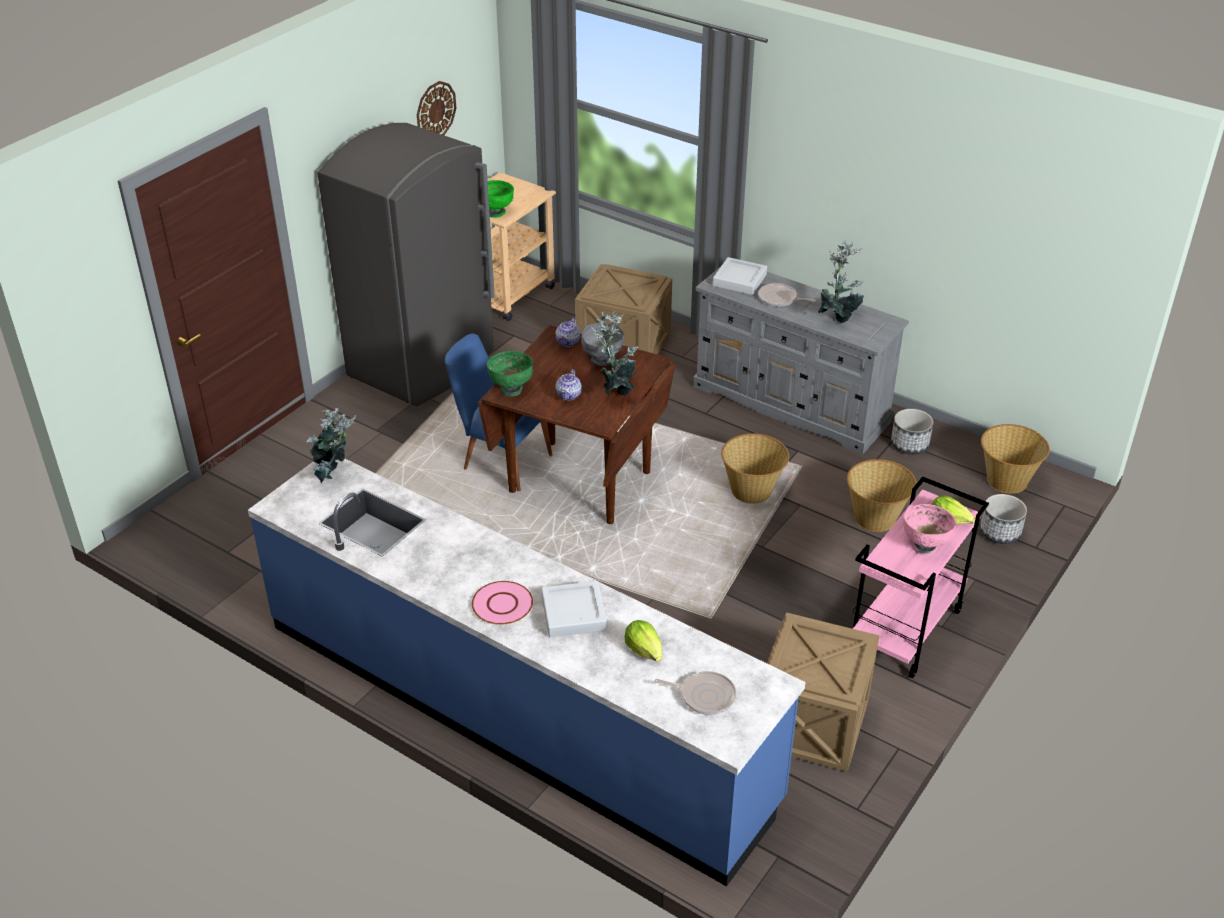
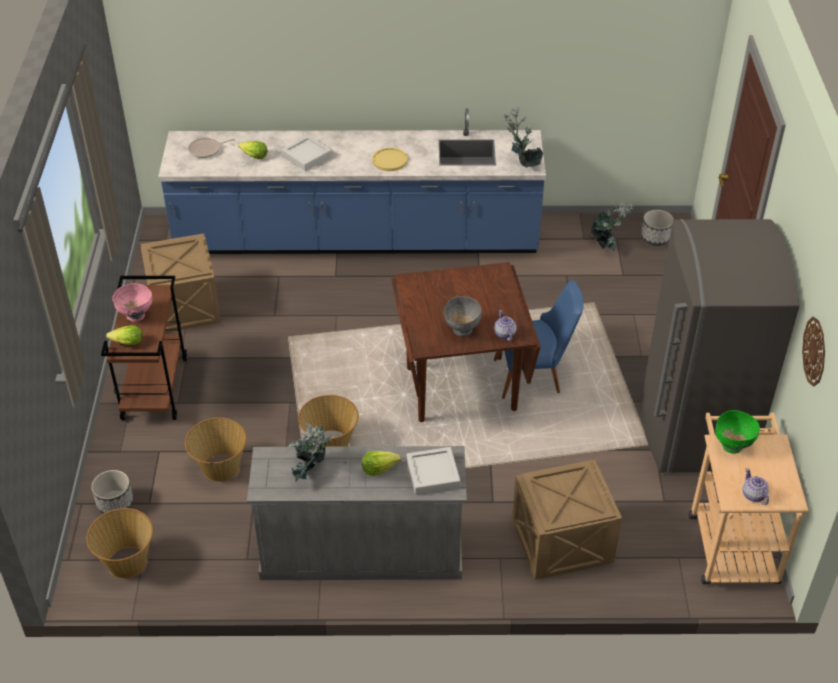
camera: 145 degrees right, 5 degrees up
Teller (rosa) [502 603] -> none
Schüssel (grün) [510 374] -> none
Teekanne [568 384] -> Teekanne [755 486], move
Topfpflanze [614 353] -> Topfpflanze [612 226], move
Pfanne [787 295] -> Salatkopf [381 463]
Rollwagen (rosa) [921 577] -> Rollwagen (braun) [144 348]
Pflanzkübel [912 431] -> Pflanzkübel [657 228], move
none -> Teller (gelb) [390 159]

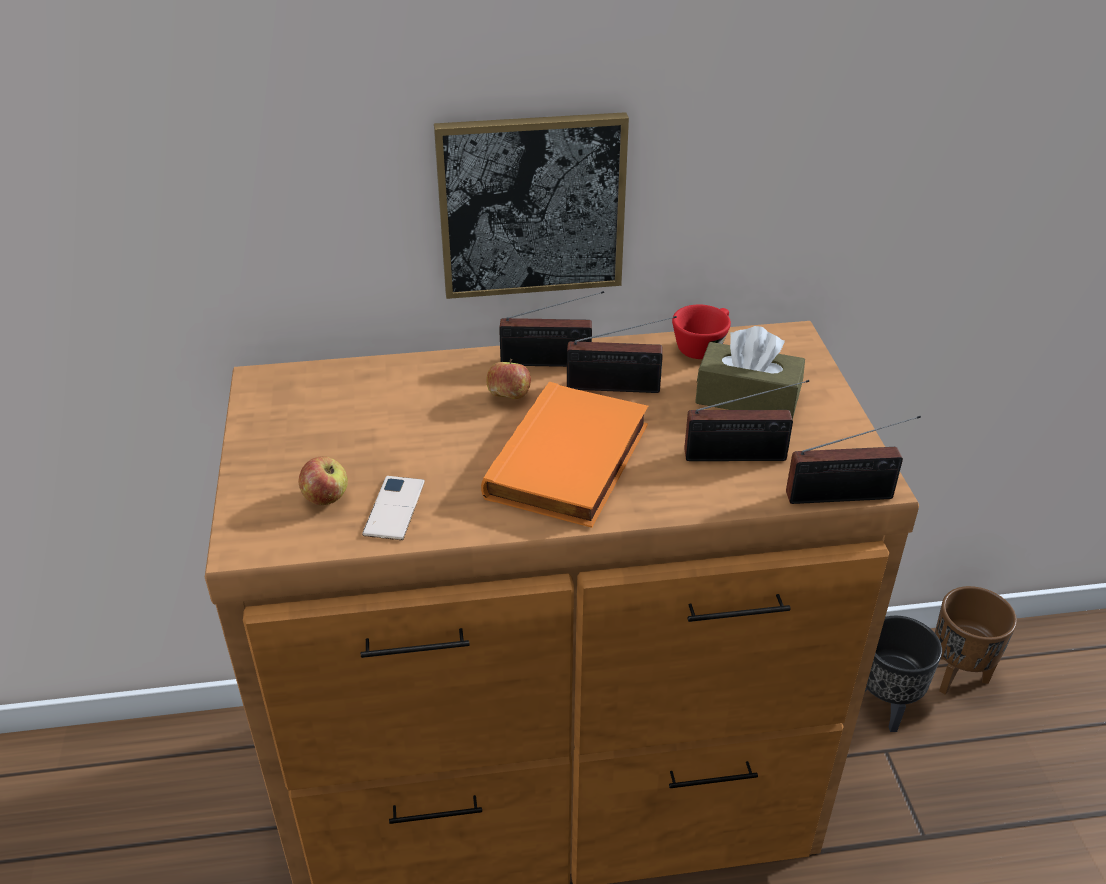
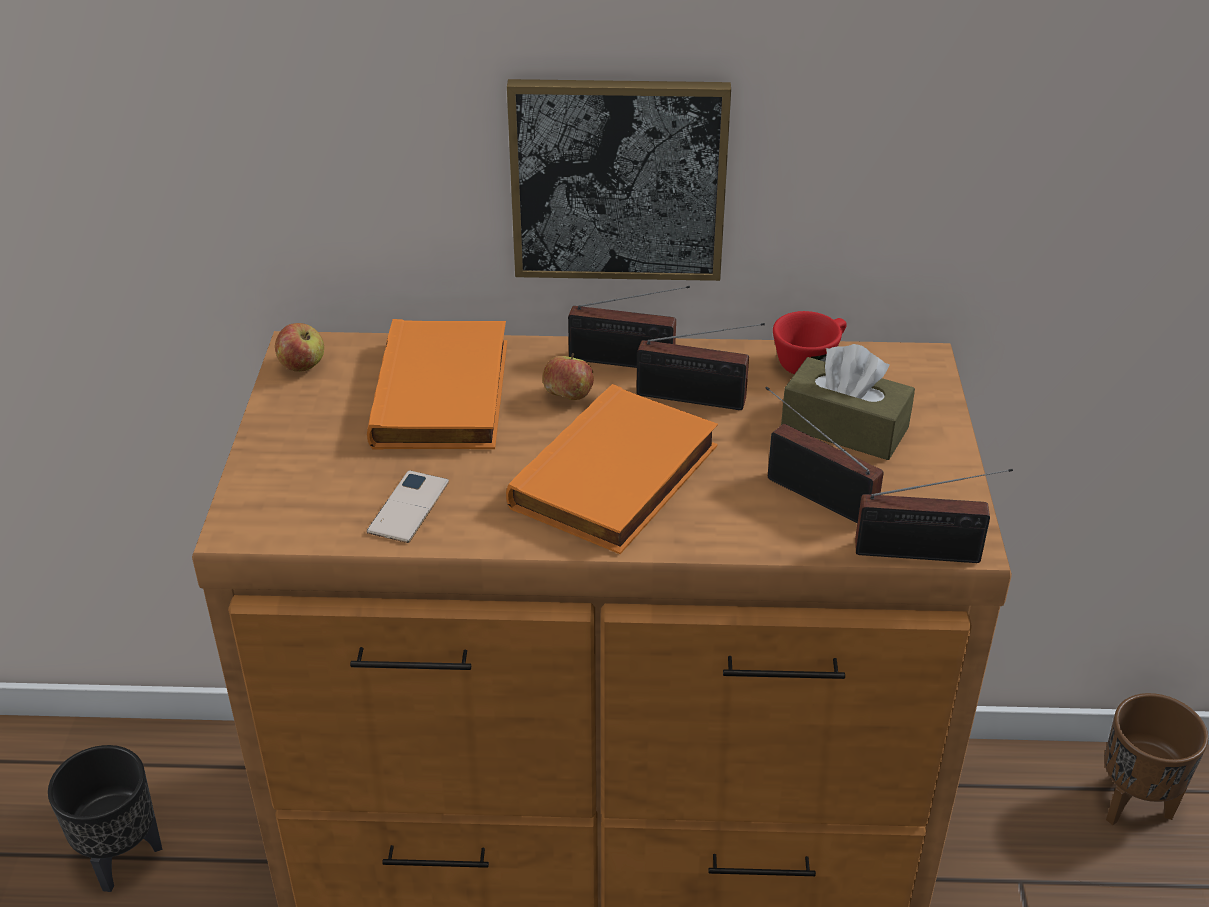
camera: 10 degrees right, 0 degrees up
Apfel [323 480] -> Apfel [299 347], move
Radio [746 420] -> Radio [825 455], 150 degrees counterclockwise
Pflanzkübel (schwarz) [903 674] -> Pflanzkübel (schwarz) [105 818], move
none -> Buch (orange) [437 384]

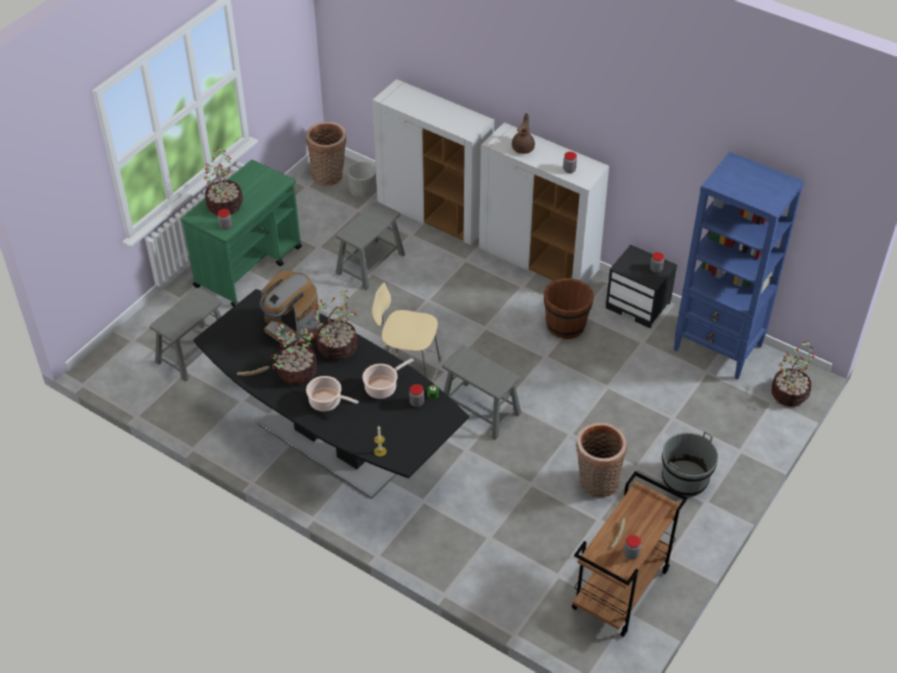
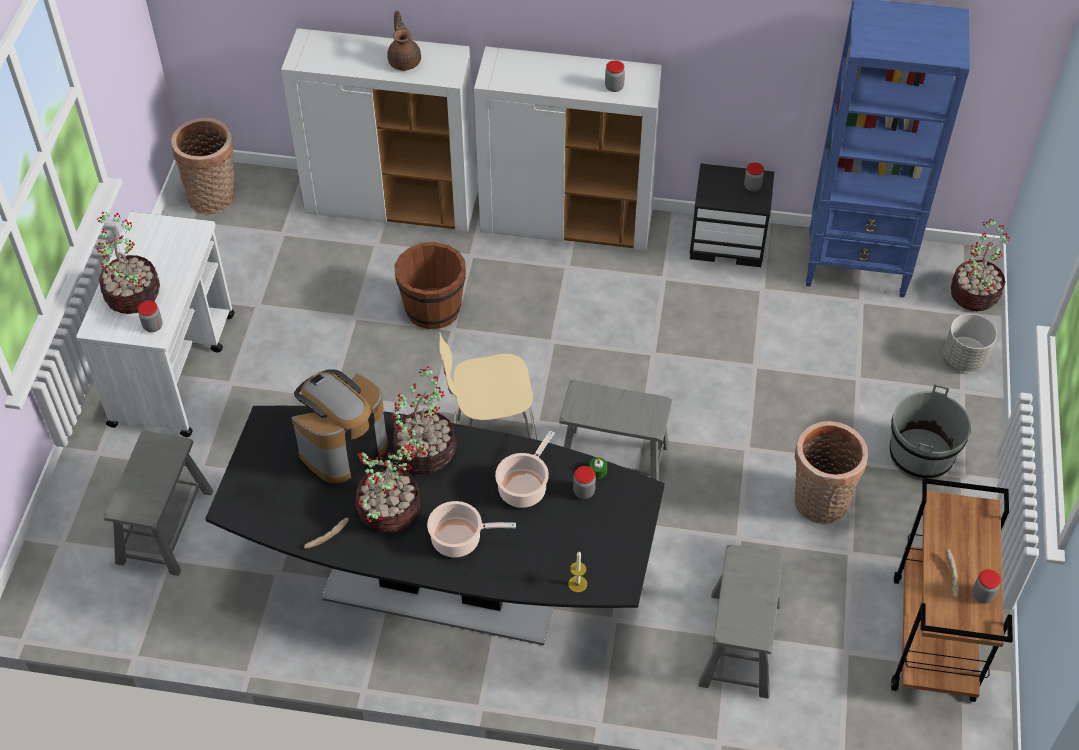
camera: 25 degrees left, 5 degrees up
Rollwagen (grün) [241 233] -> Rollwagen (weiß) [155 324]
Kaffeemaschine [290 308] -> Kaffeemaschine [339 426], 120 degrees clockwise
Hocker (grau) [370 245] -> Hocker (grau) [740 622], move
Pflanzkübel (grau) [362 179] -> Pflanzkübel (grau) [970 343], move
Teekanne (braun) [523 133] -> Teekanne (braun) [404 40], move
Eimer (braun) [569 308] -> Eimer (braun) [430 285], move

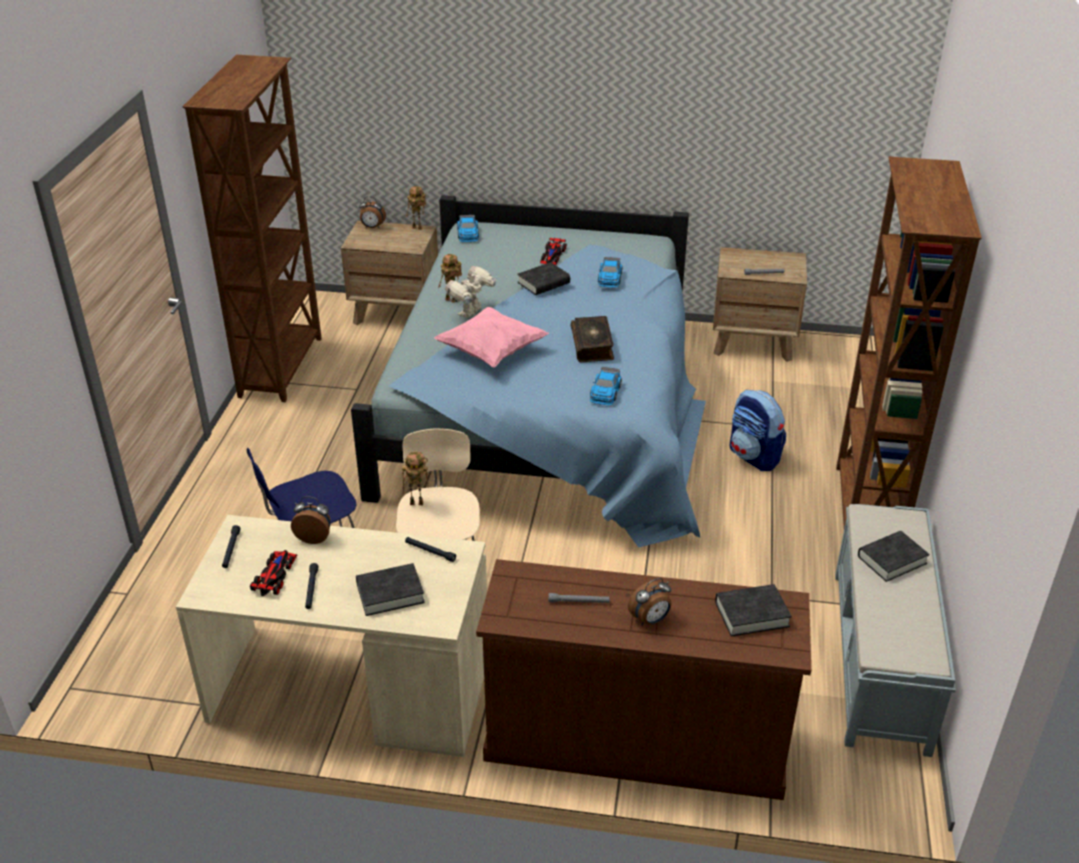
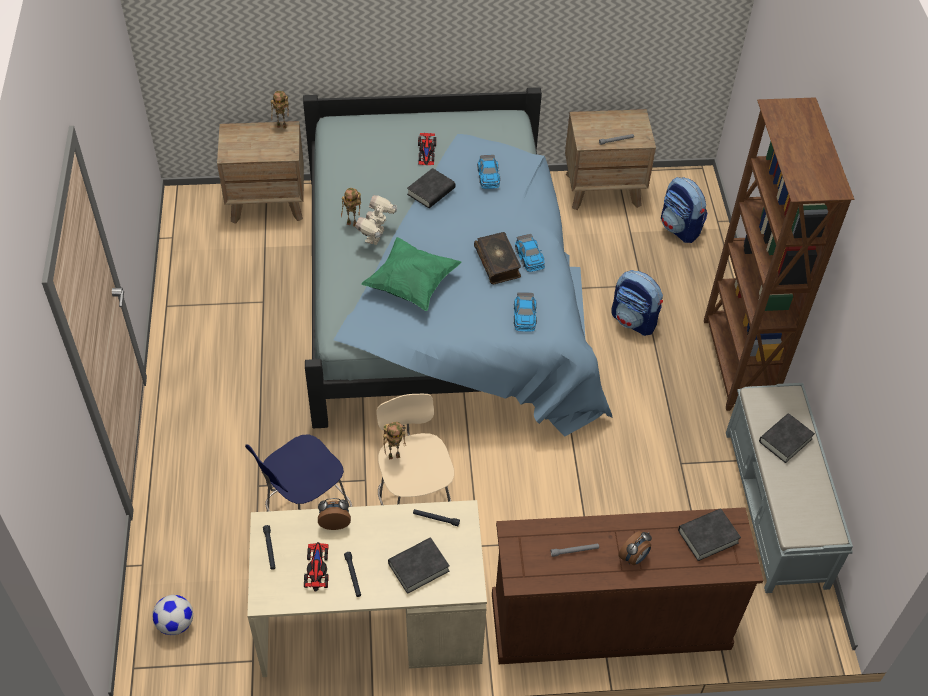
camera: 15 degrees left, 15 degrees up
Bücherregal (braun) [252 228] -> none
Wecker [372 212] -> none
Kissen (rosa) [491 337] -> Kissen (grün) [411 274]
Spielzeugauto [468 228] -> Spielzeugauto [530 253], move
none -> Fußball [172 615]
none -> Rucksack [684 210]

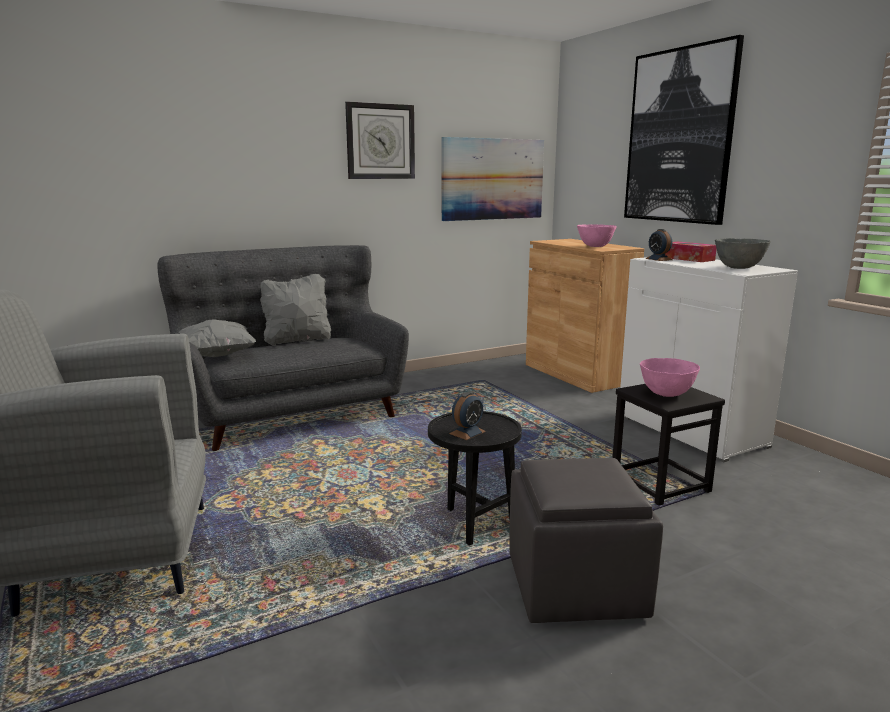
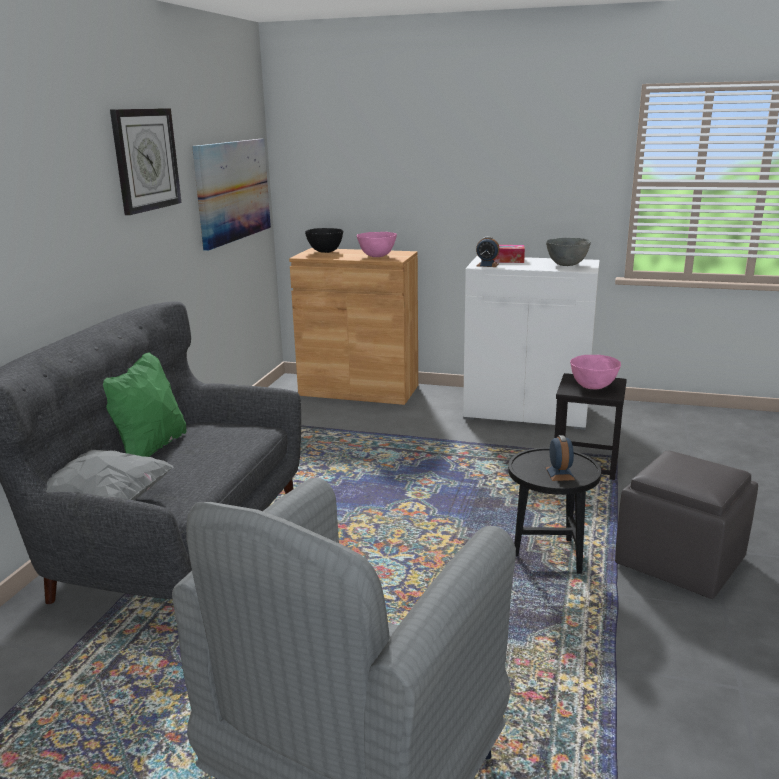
camera: 45 degrees left, 5 degrees up
Kissen (grau) [295 310] -> Kissen (grün) [144 404]
Bild [684 130] -> none
none -> Schüssel (schwarz) [324 240]

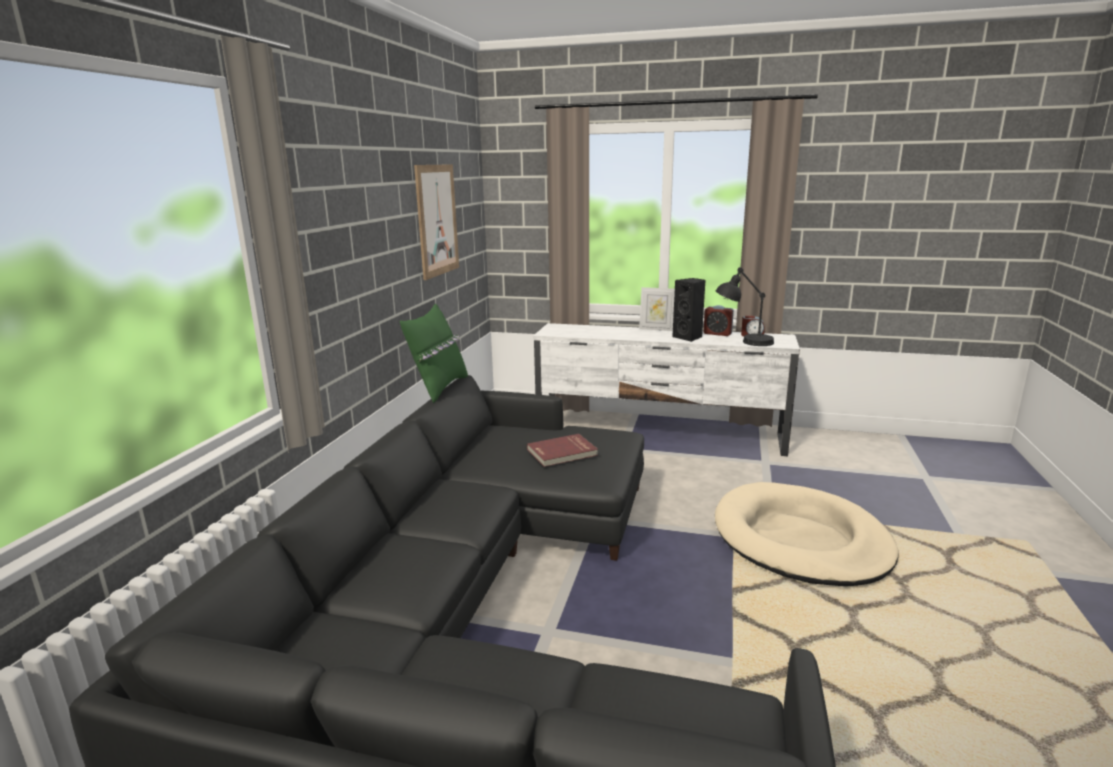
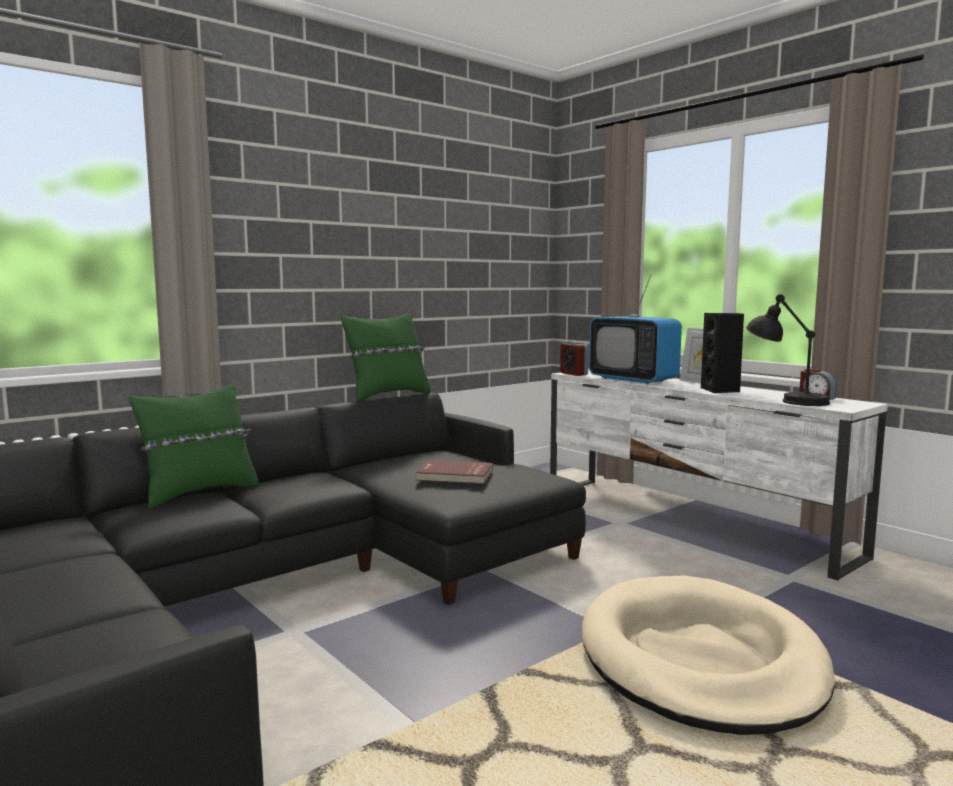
camera: 35 degrees right, 10 degrees down
Bild [436 222] -> none
Wecker [719 320] -> Wecker [574 358], move
none -> Kissen (grün) [193 447]
none -> Fernseher [635 329]

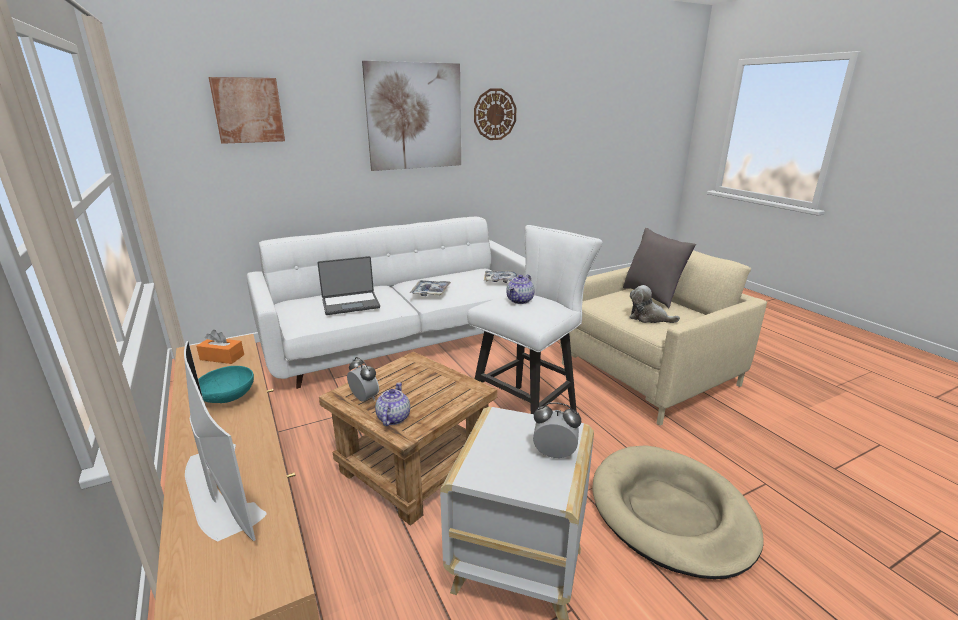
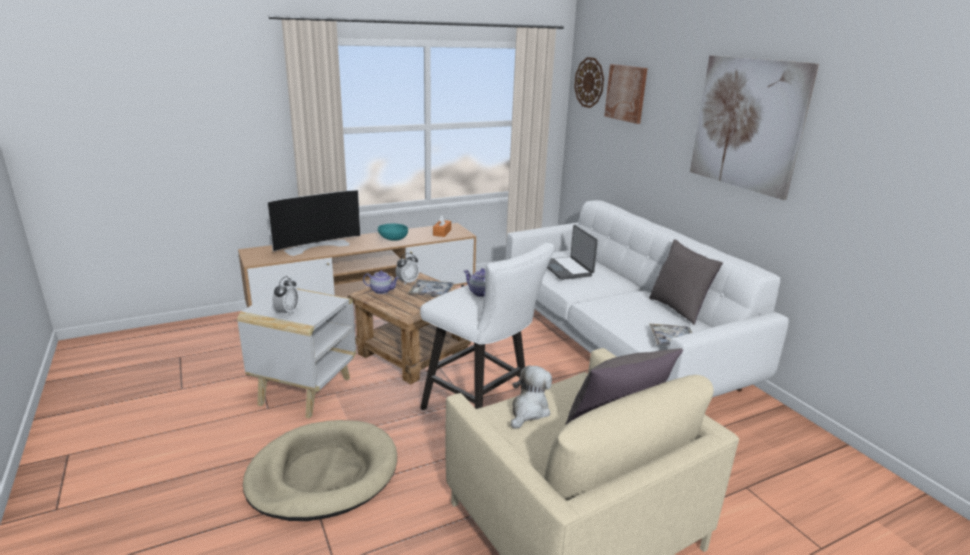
camera: 90 degrees right, 0 degrees up
Tablett [430 288] -> Tablett [431 288], move
Wanduhr [495 114] -> Wanduhr [589 82], move
none -> Kissen (grau) [686 282]

